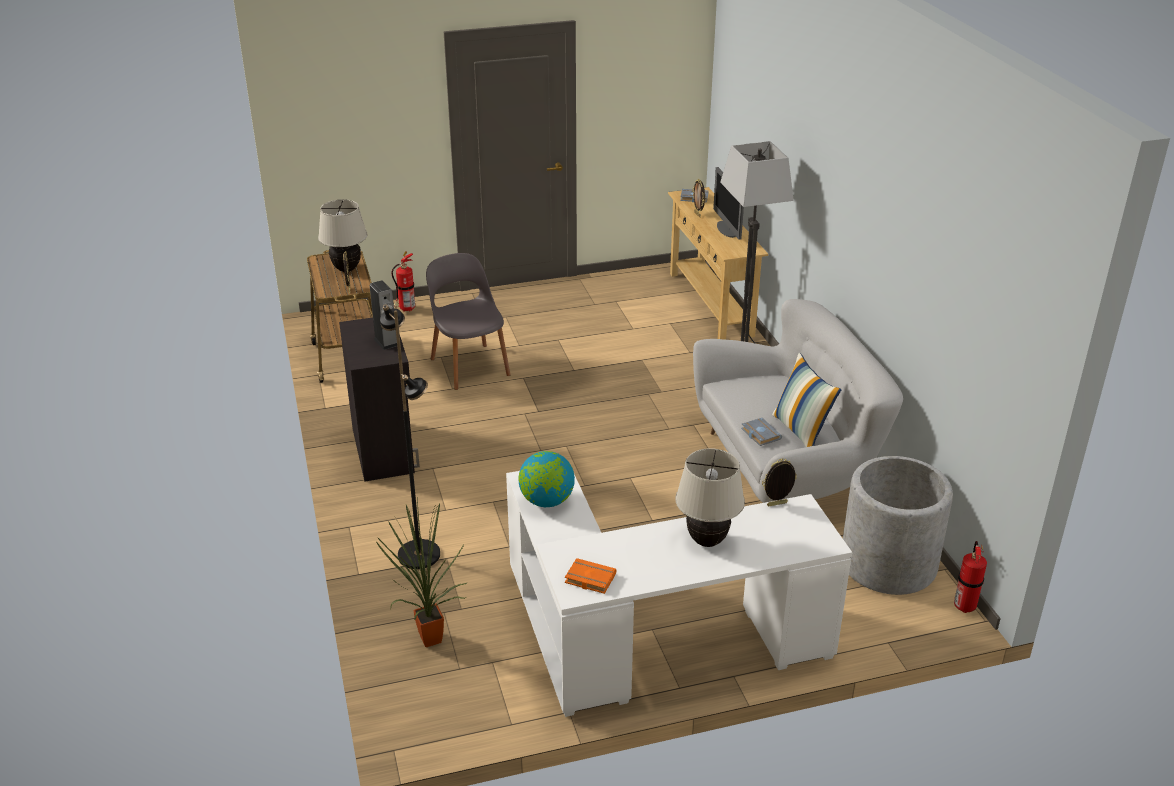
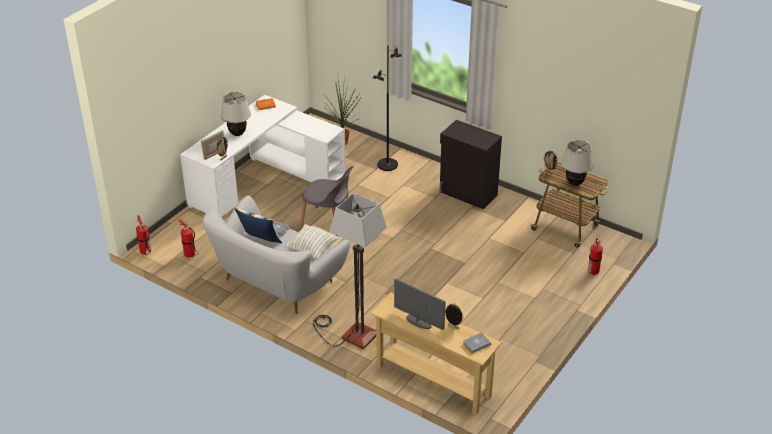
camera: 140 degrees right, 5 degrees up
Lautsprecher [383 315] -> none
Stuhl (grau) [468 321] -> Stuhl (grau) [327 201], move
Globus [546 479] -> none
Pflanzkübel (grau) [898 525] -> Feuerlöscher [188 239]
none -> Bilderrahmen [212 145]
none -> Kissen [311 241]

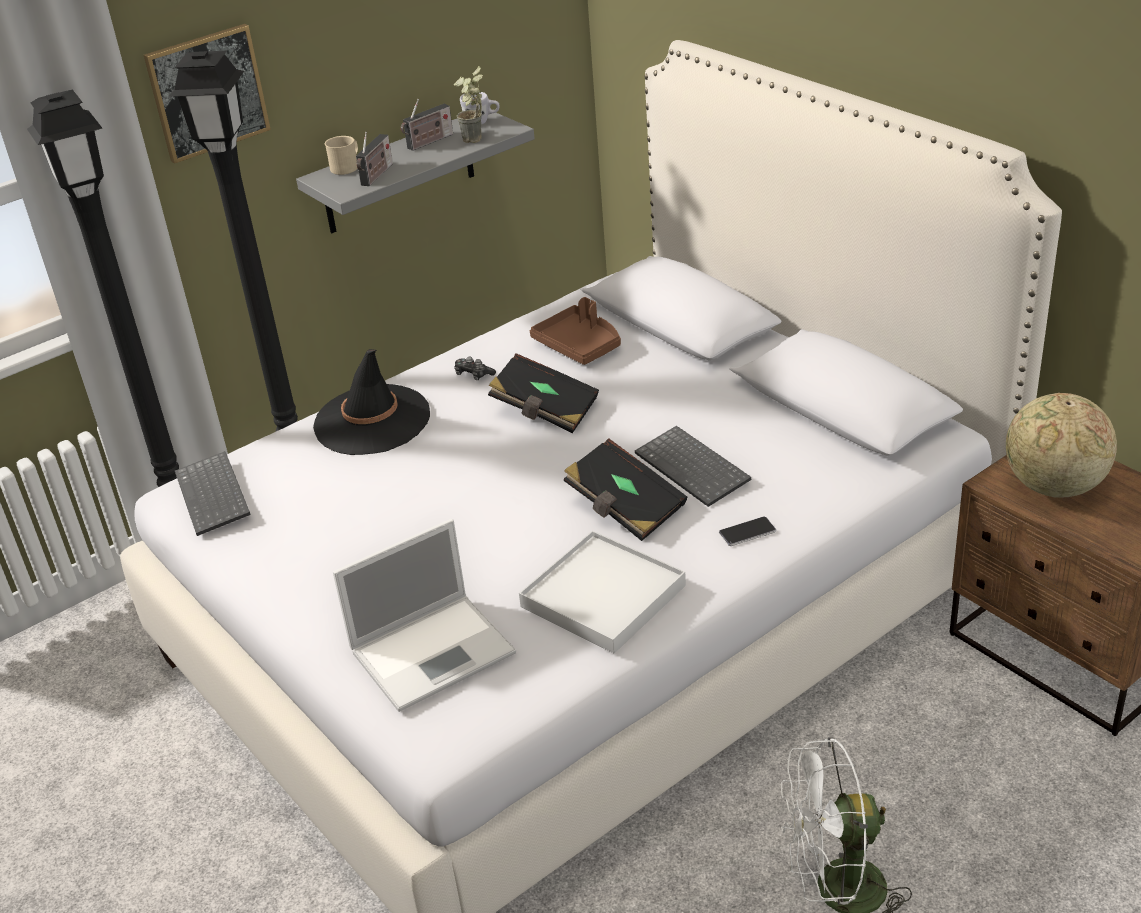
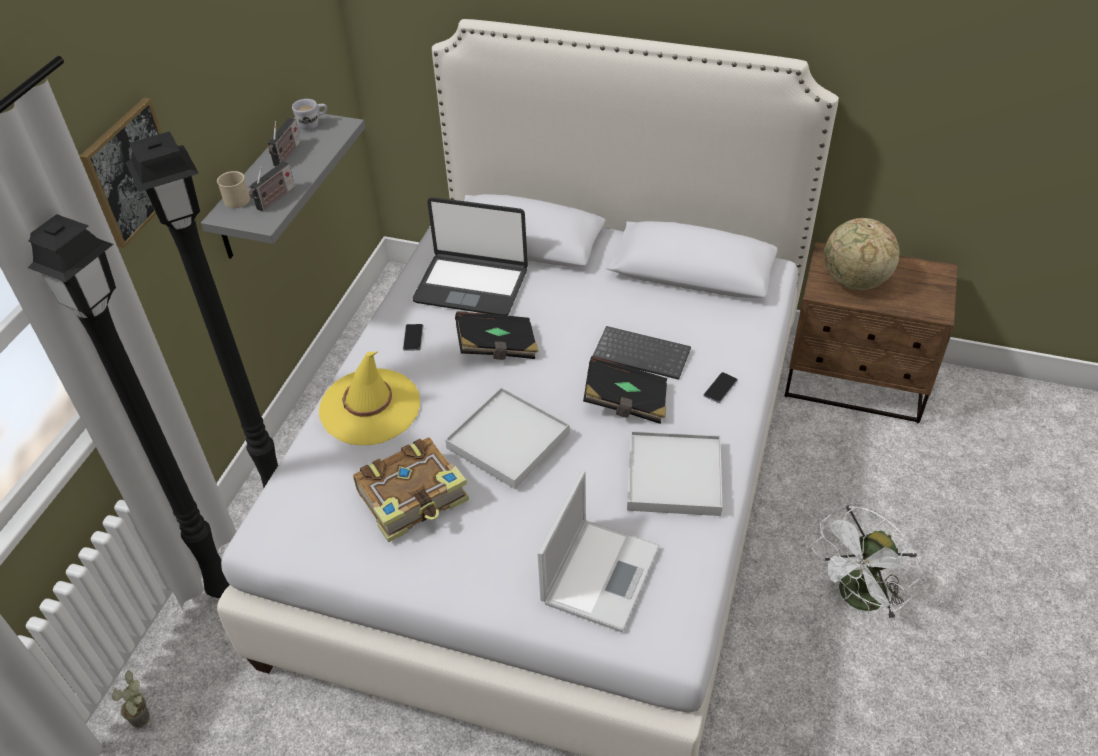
camera: 35 degrees left, 10 degrees up
Tastatur [213 493] -> none
Hut (schwarz) [371 402] -> Hut (gelb) [369 398]
Radio [374 159] -> Radio [272 186], 45 degrees clockwise
Topfpflanze [468 104] -> Topfpflanze [131 699], move
Gamepad [475 368] -> Handy [413 337]
Tablett (braun) [575 331] -> Laptop [470 256]
none -> Buch [411 489]
none -> Tablett (weiß) [507 438]

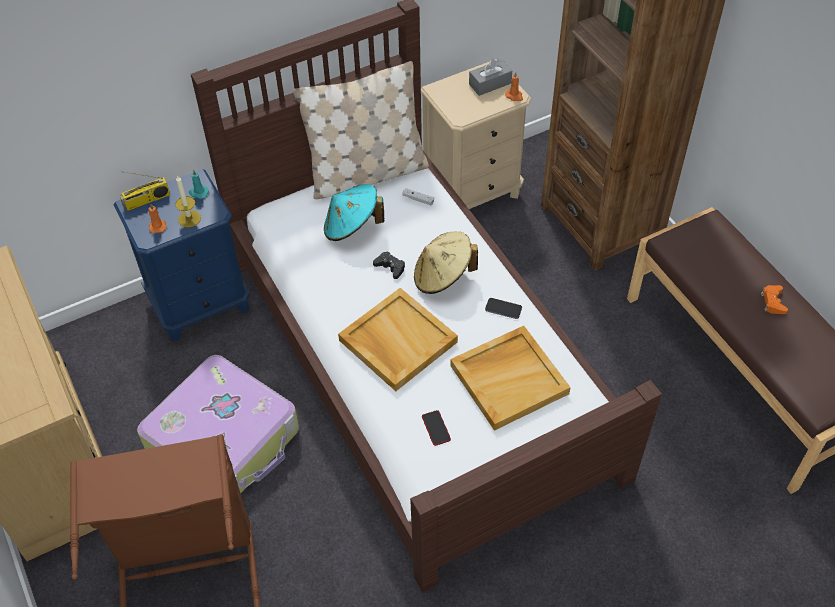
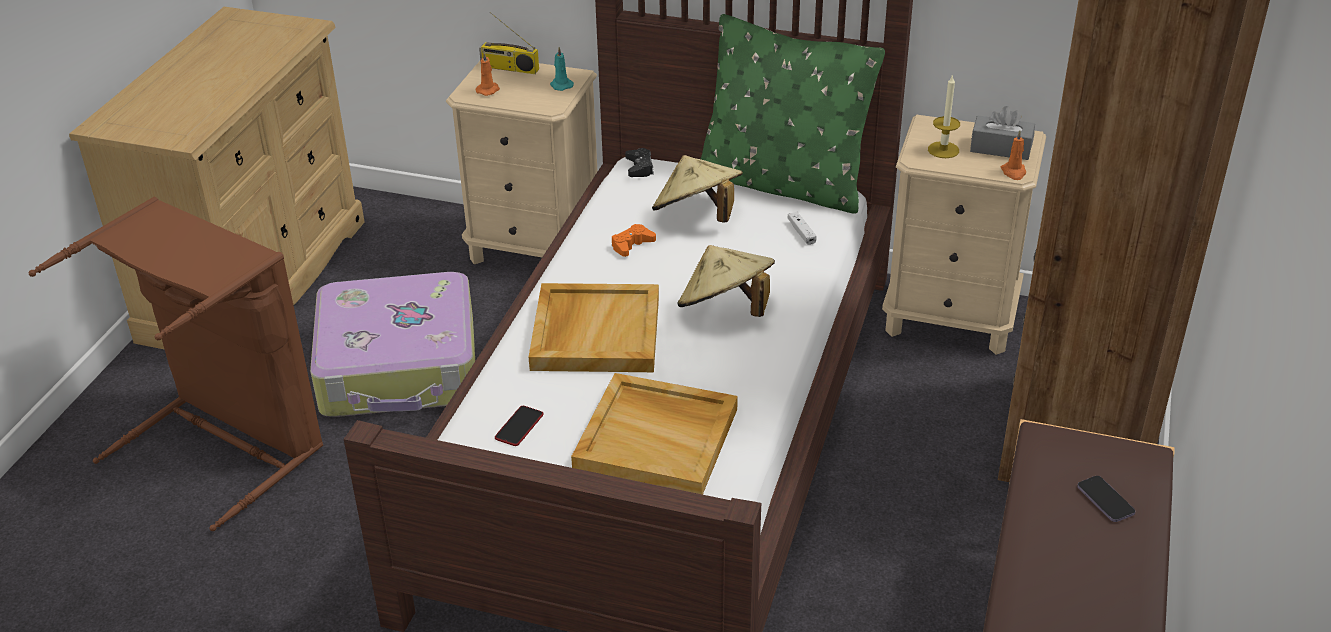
camera: 45 degrees right, 15 degrees down
Nachttisch (blau) [181 255] -> Nachttisch (beige) [522 162]
Kerze [188 201] -> Kerze [944 116], move
Kissen (beige) [361 130] -> Kissen (grün) [793 114]
Hut (türkis) [354 212] -> Hut (beige) [697 188]
Gamepad (schwarz) [389 265] -> Gamepad (schwarz) [639 162], move
Handy [503 308] -> Handy [1106 499], move
Gamepad (orange) [774 299] -> Gamepad (orange) [634 240], move

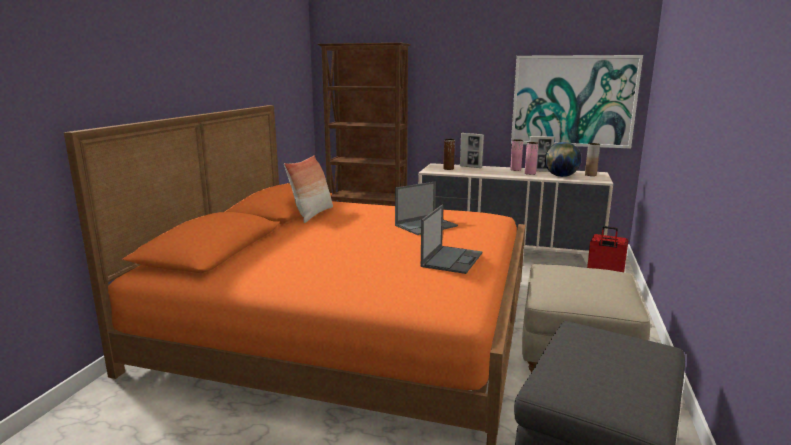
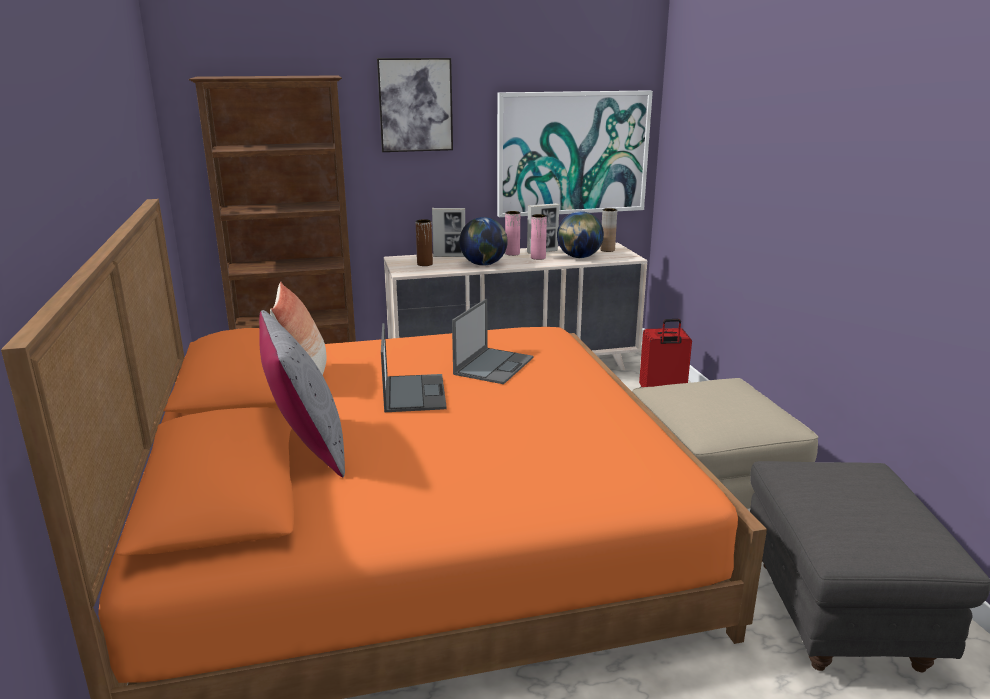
camera: 30 degrees left, 5 degrees up
Laptop [452 239] -> Laptop [414 367], move
none -> Kissen (grau) [302 394]
none -> Bild [415 105]
none -> Globus [483 241]

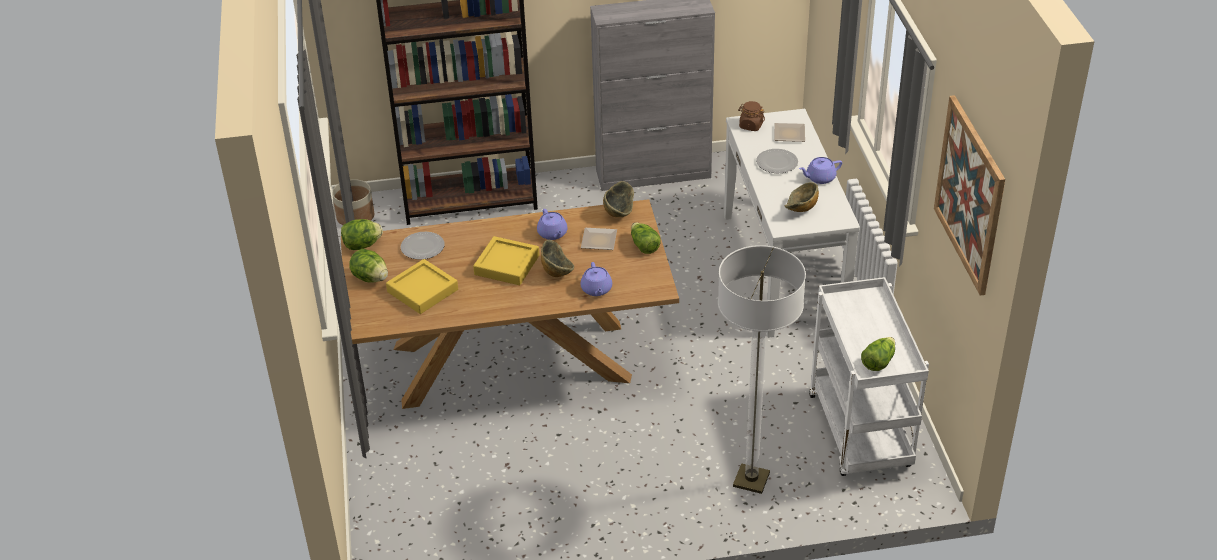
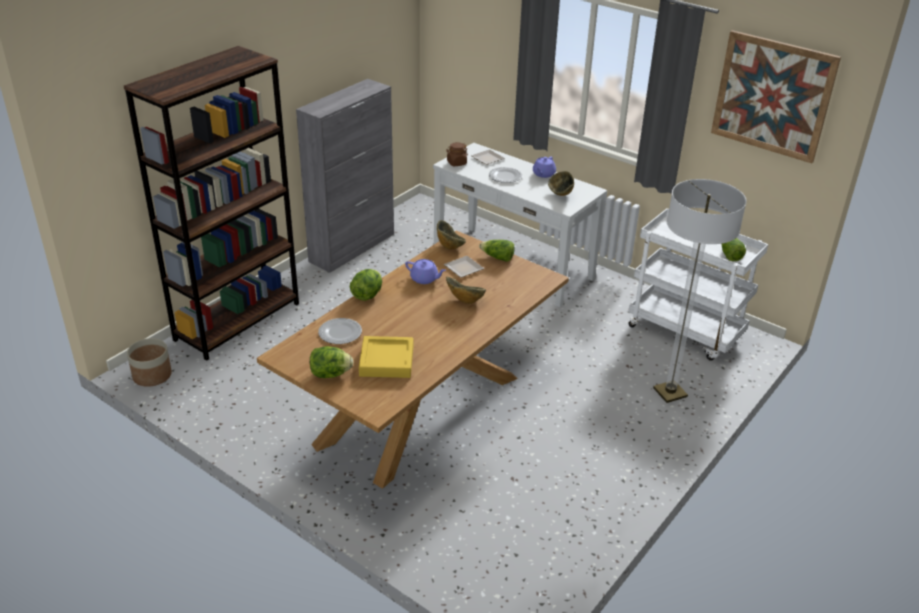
camera: 45 degrees left, 5 degrees down
Salatkopf [362 234] -> Salatkopf [366 285], move
Tablett (gelb) [506 260] -> none
Teekanne (lila) [596 279] -> none

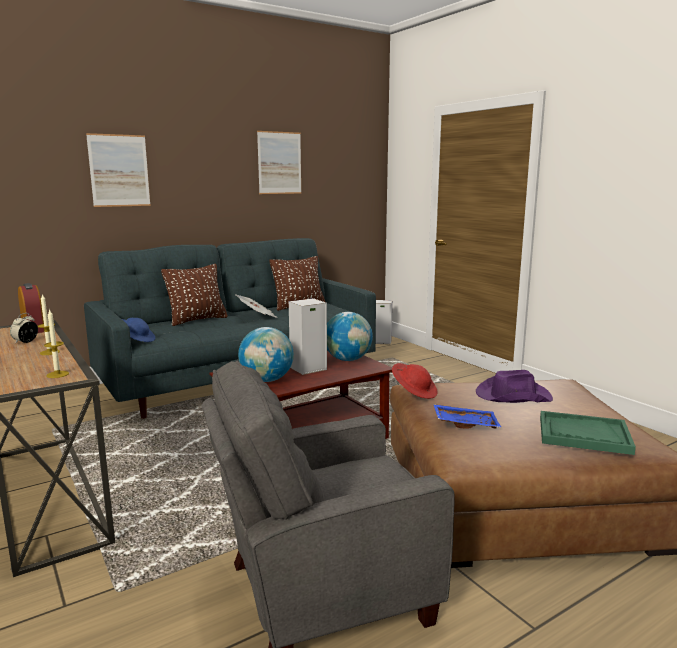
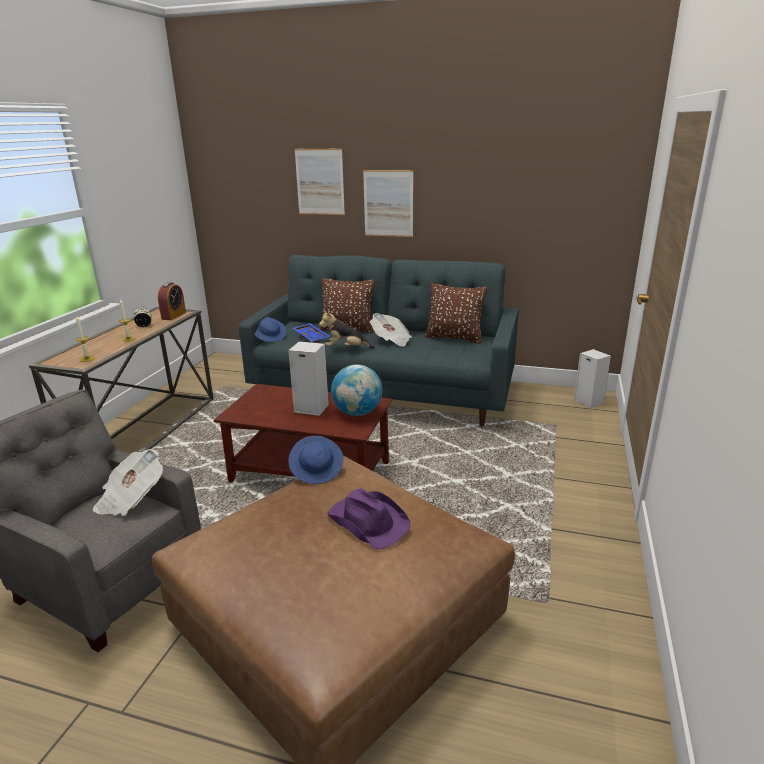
camera: 50 degrees right, 10 degrees up
Globus [266 354] -> none
Bild [279 162] -> Bild [388 203], move
Hut (rot) [415 381] -> Hut (blau) [316 460]
Tablett (blau) [467 416] -> Tablett (blau) [311 333], move
Tablett (grün) [588 433] -> none
none -> Zeitung [128 482]
none -> Plüschtier [347 329]

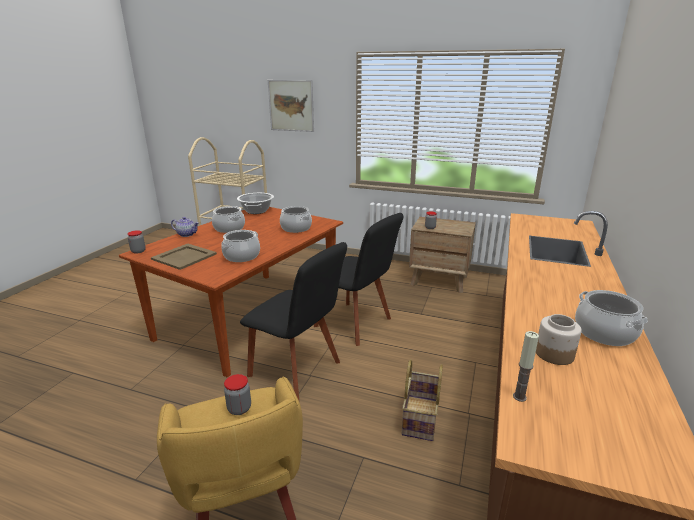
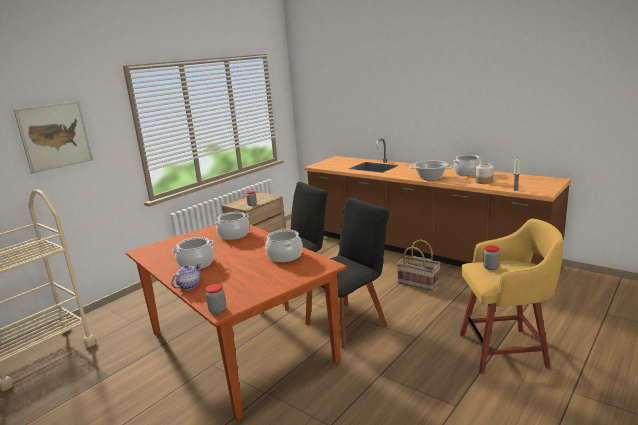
camera: 70 degrees left, 5 degrees down
Tablett (beige) [184 257] -> none
Kochtopf [255 203] -> Kochtopf [431 170], move

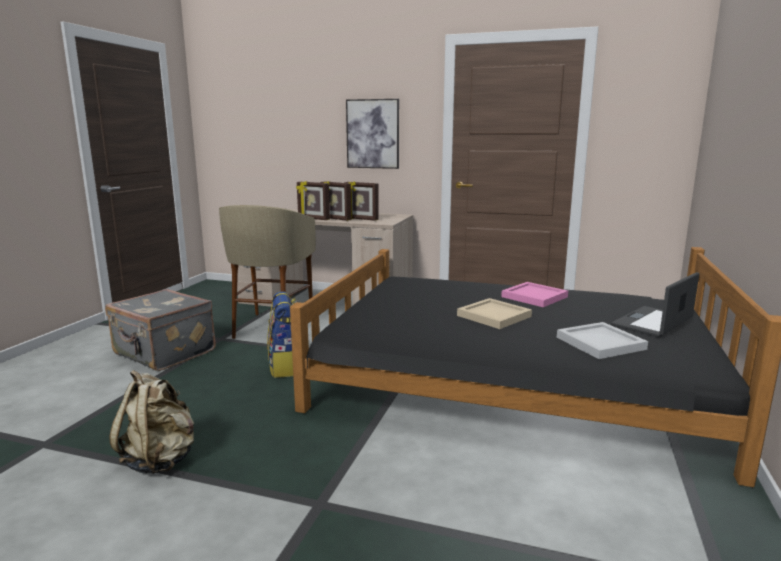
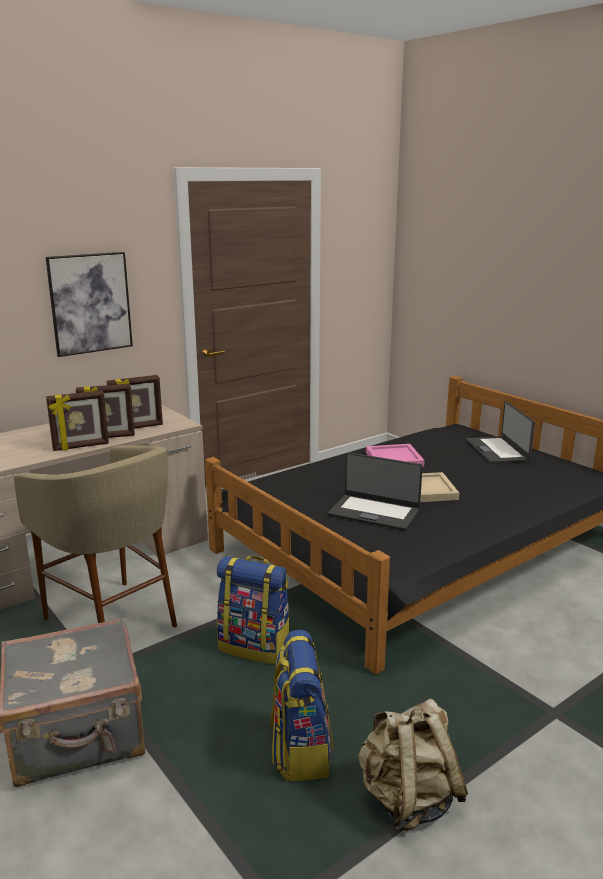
camera: 55 degrees left, 5 degrees up
Tablett (weiß) [602 340] -> none
none -> Rucksack [301 705]
none -> Laptop [375 491]

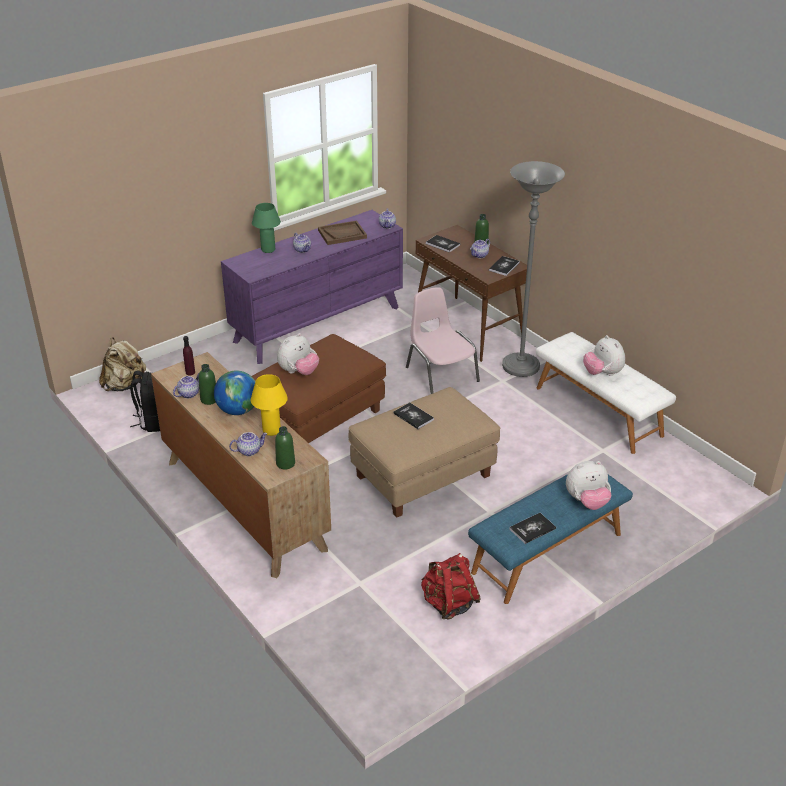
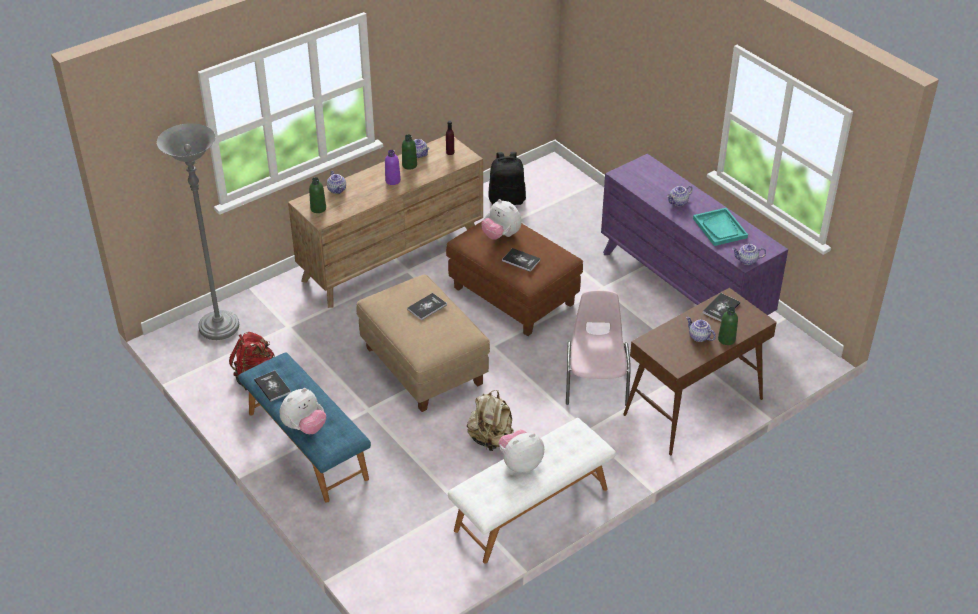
camera: 90 degrees right, 5 degrees up
Rucksack (beige) [122 364] -> Rucksack (beige) [490 420], move
Globus [234 393] -> Flasche (lila) [393 167]
Tischlampe (gelb) [269 405] -> none
Tischlampe (grün) [266 228] -> none
Tablett (braun) [342 232] -> Tablett (türkis) [720 227]
Stuhl (rosa) [443 340] -> Stuhl (rosa) [598 348], 60 degrees counterclockwise
Buch [504 266] -> Buch [521 260], move
Stehlampe (grau) [533 269] -> Stehlampe (grau) [198 231], move
Plüschtier [588 485] -> Plüschtier [303 411], 120 degrees counterclockwise

